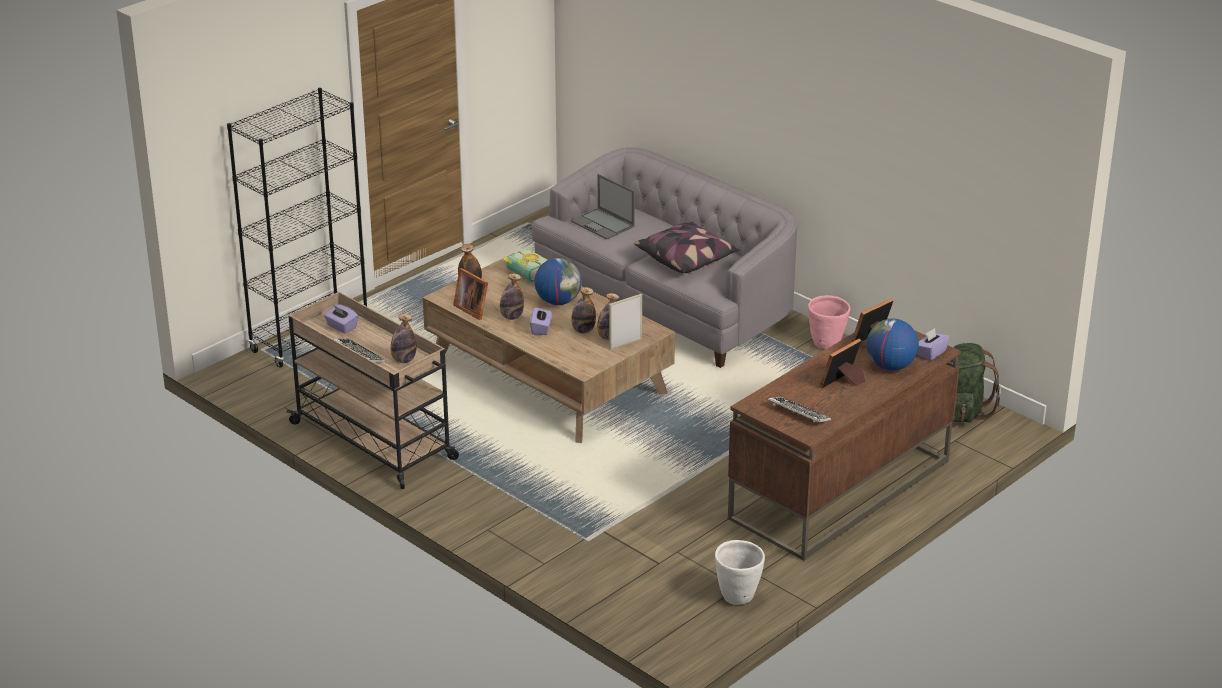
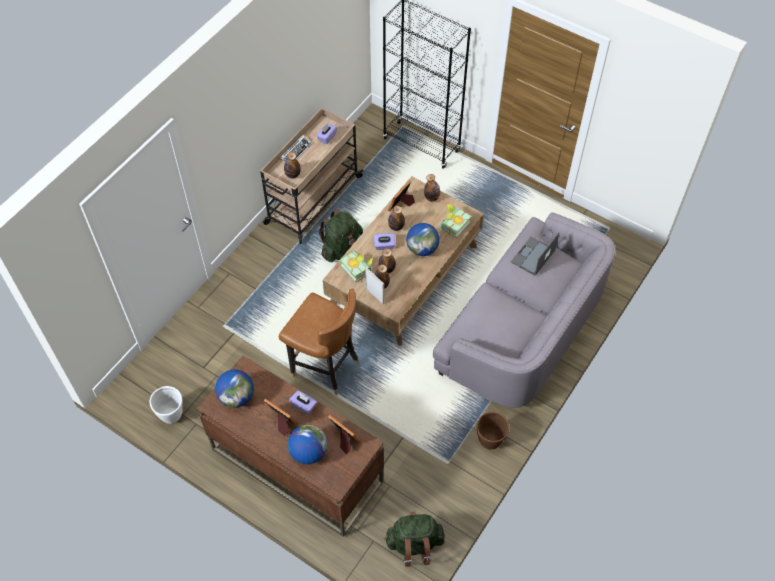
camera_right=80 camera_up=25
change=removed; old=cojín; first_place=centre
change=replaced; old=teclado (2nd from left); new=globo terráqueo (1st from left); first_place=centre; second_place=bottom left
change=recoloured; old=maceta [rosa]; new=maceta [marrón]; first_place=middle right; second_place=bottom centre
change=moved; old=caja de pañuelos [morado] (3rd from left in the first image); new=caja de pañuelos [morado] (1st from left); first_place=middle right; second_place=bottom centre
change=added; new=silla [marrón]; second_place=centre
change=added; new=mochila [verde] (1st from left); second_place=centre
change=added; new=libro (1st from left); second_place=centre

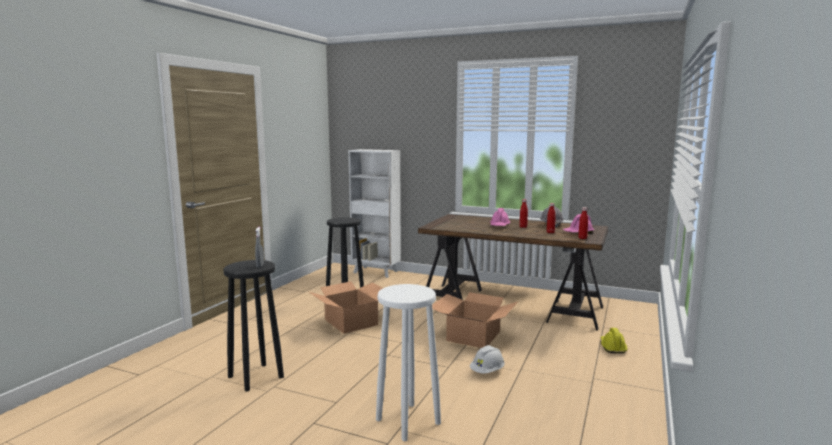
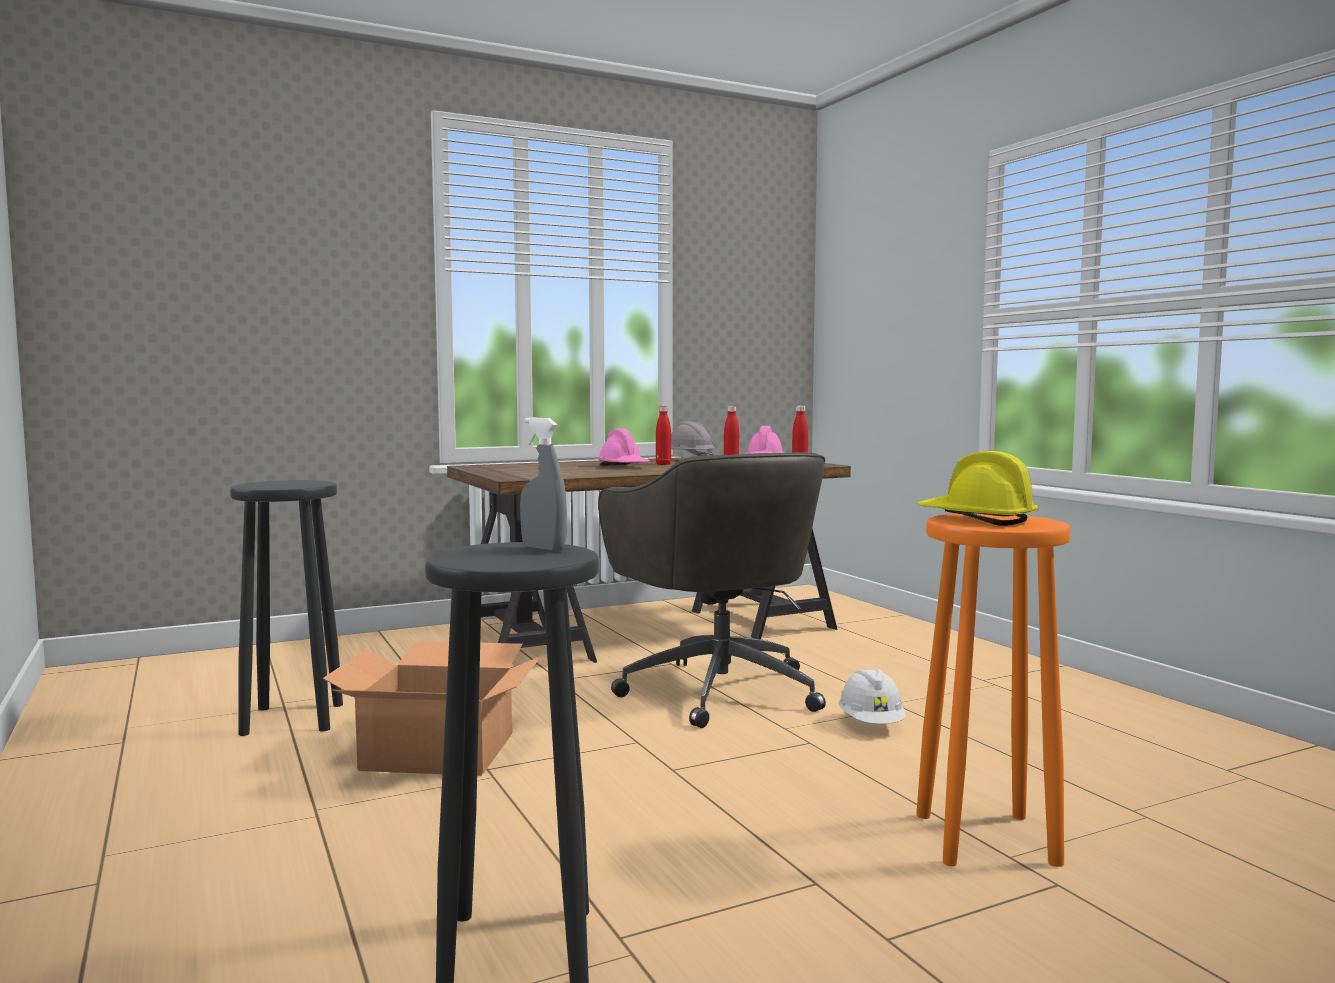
camera_right=-50 camera_up=-5
change=removed; old=estantería [blanco]; first_place=centre
change=recoloured; old=taburete [blanco]; new=taburete [naranja]; first_place=bottom centre; second_place=bottom right
change=replaced; old=caja de cartón (2nd from left); new=silla de oficina [gris]; first_place=bottom centre; second_place=centre
change=moved; old=casco [amarillo]; first_place=bottom right; second_place=middle right

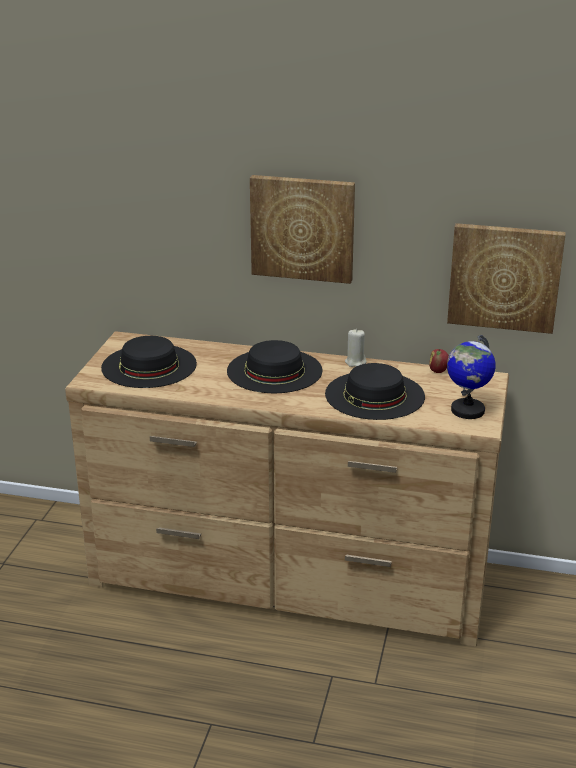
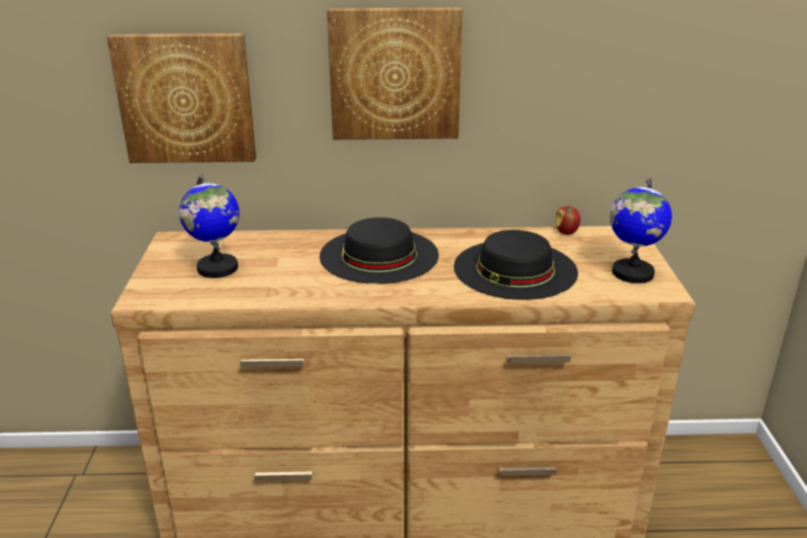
camera_right=-15 camera_up=0
change=replaced; old=sombrero [negro] (1st from left); new=globo terráqueo (1st from left); first_place=middle left; second_place=middle left
change=removed; old=vela [beis]; first_place=centre
change=moved; old=cuadro (2nd from left in the first image); new=cuadro (1st from left); first_place=middle right; second_place=top left

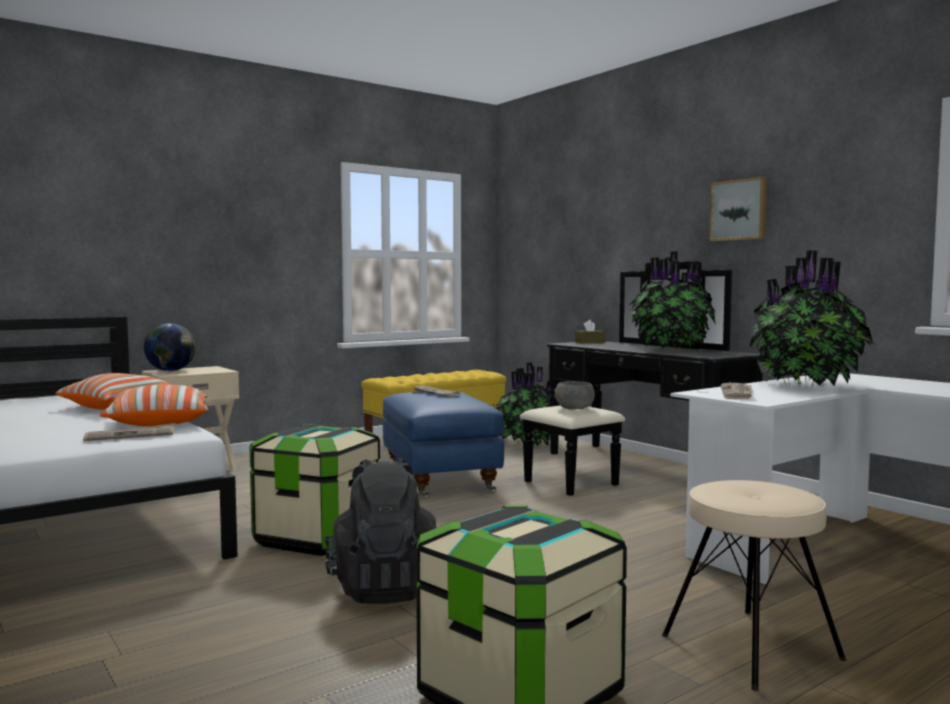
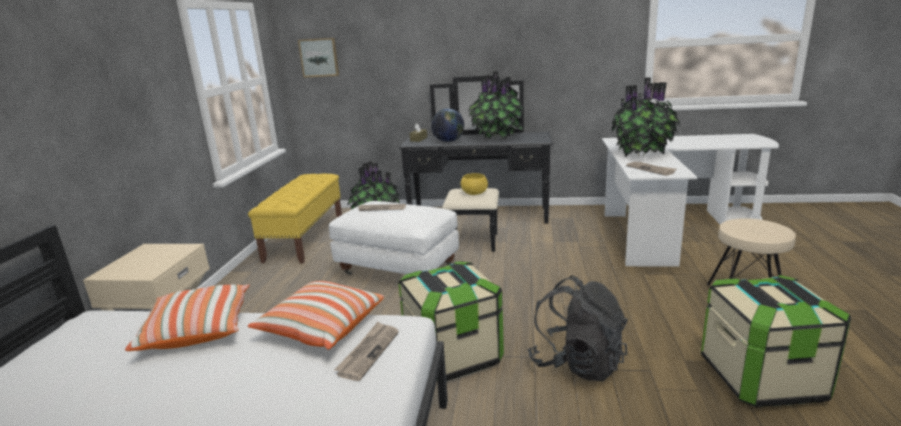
camera_right=-45 camera_up=15
change=moved; old=globo terráqueo; first_place=middle left; second_place=top centre
change=recoloured; old=puf [azul]; new=puf [blanco]; first_place=centre; second_place=centre
change=recoloured; old=cuenco [gris]; new=cuenco [amarillo]; first_place=centre; second_place=centre
change=moved; old=cuadro; first_place=top right; second_place=top centre

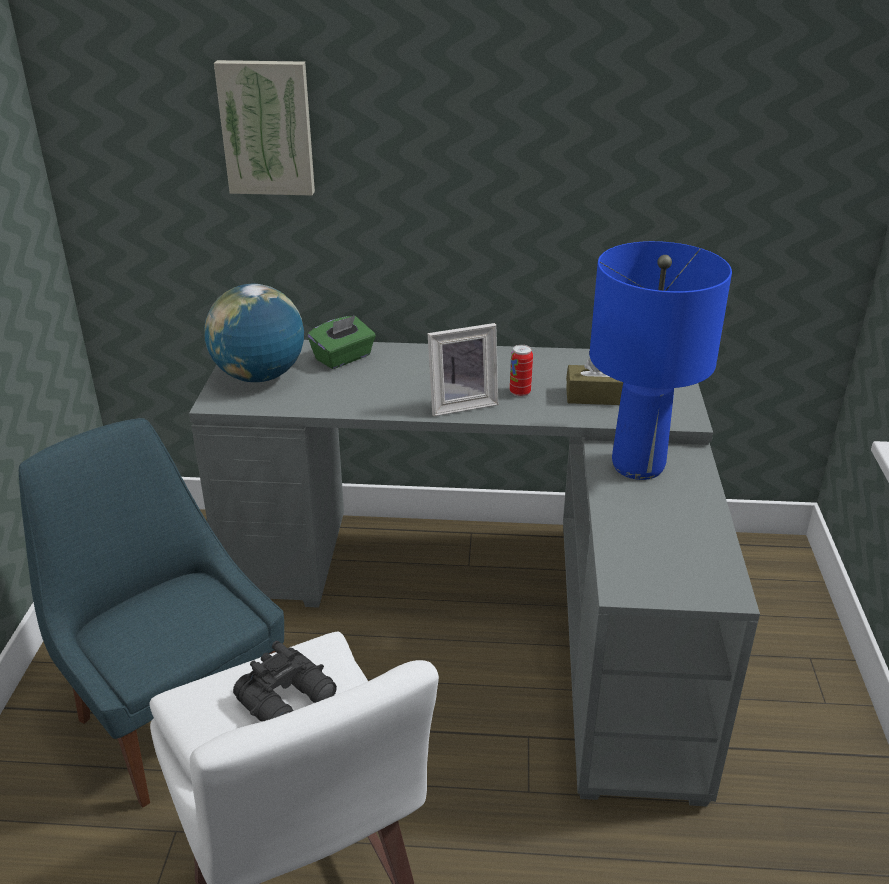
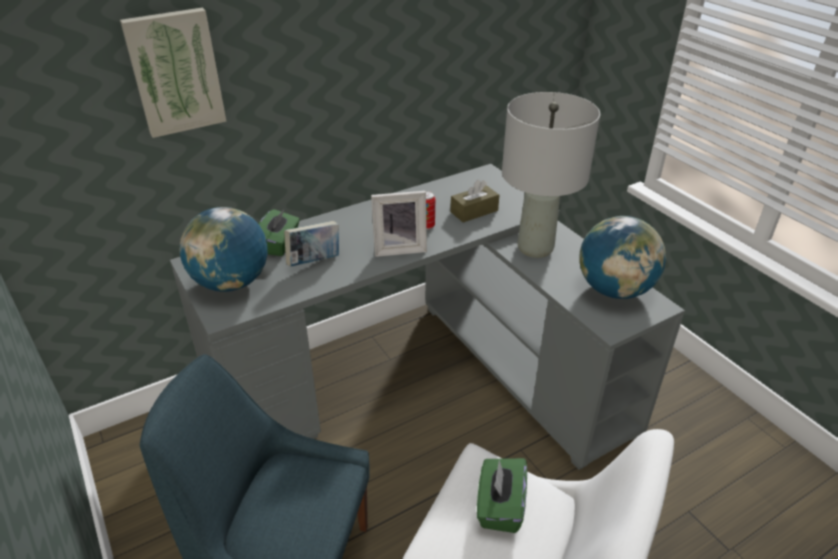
camera_right=-35 camera_up=5
change=replaced; old=prismáticos [negro]; new=caja de pañuelos [verde] (2nd from left); first_place=bottom left; second_place=bottom centre
change=turned; old=portarretratos; first_place=centre; second_place=centre; degrees=45
change=recoloured; old=lámpara de mesa [azul]; new=lámpara de mesa [gris]; first_place=middle right; second_place=top centre
change=added; new=libro; second_place=centre
change=added; new=globo terráqueo (2nd from left); second_place=middle right

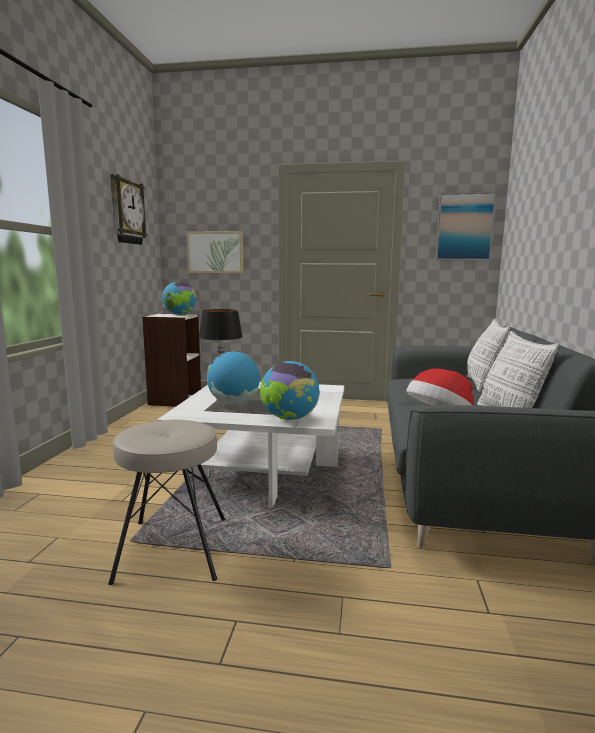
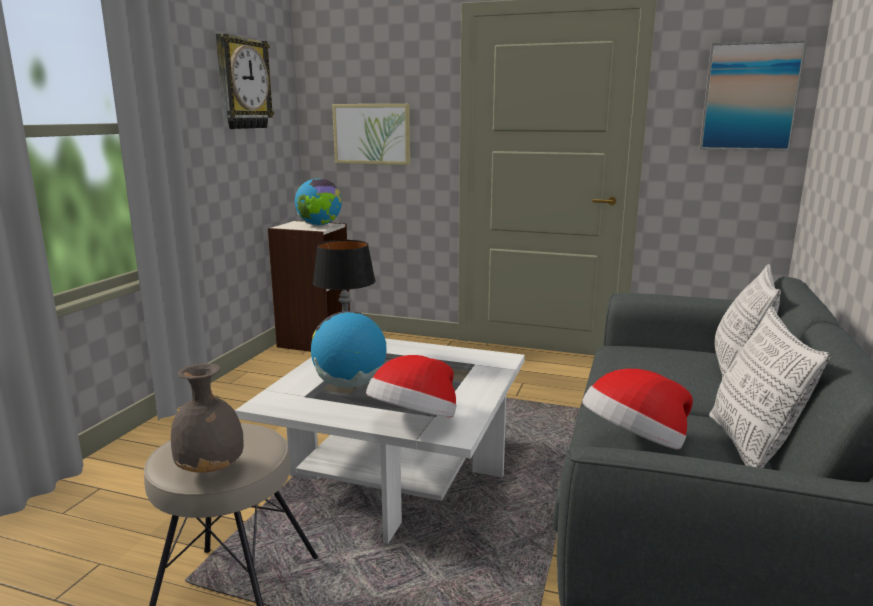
camera_right=10 camera_up=5
change=replaced; old=globo terráqueo (3rd from left); new=sombrero (1st from left); first_place=centre; second_place=centre
change=added; new=florero [gris]; second_place=bottom left

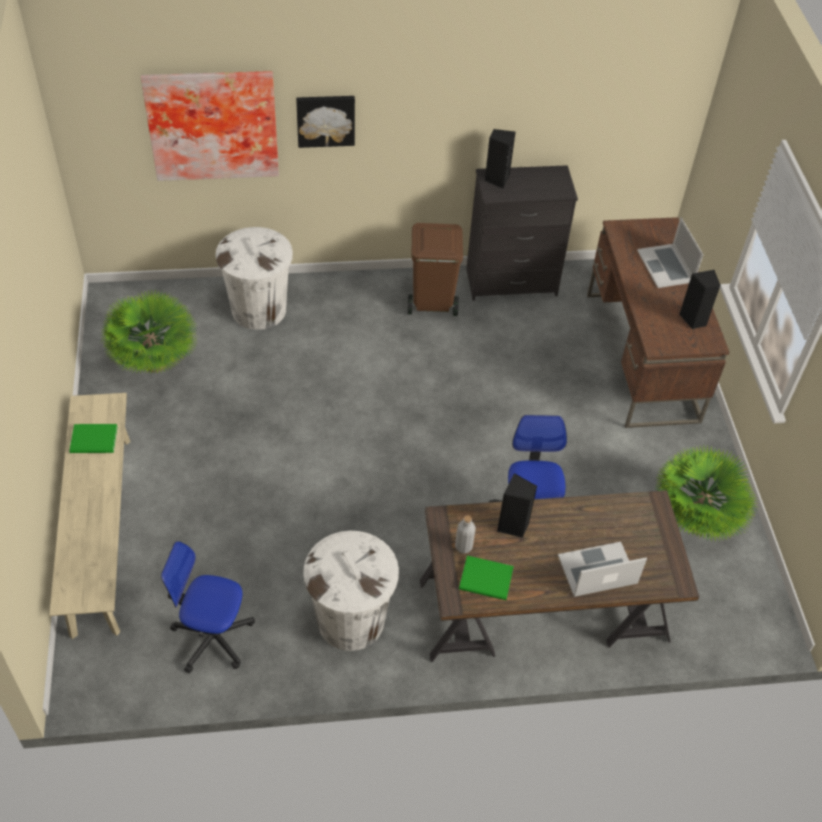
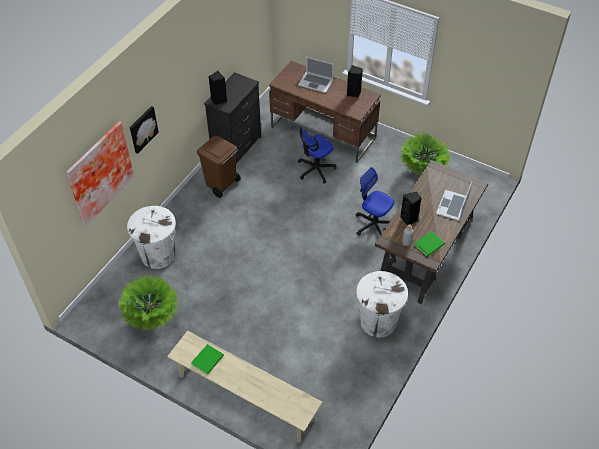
camera_right=-50 camera_up=0
change=moved; old=silla de oficina (1st from left); first_place=bottom left; second_place=centre

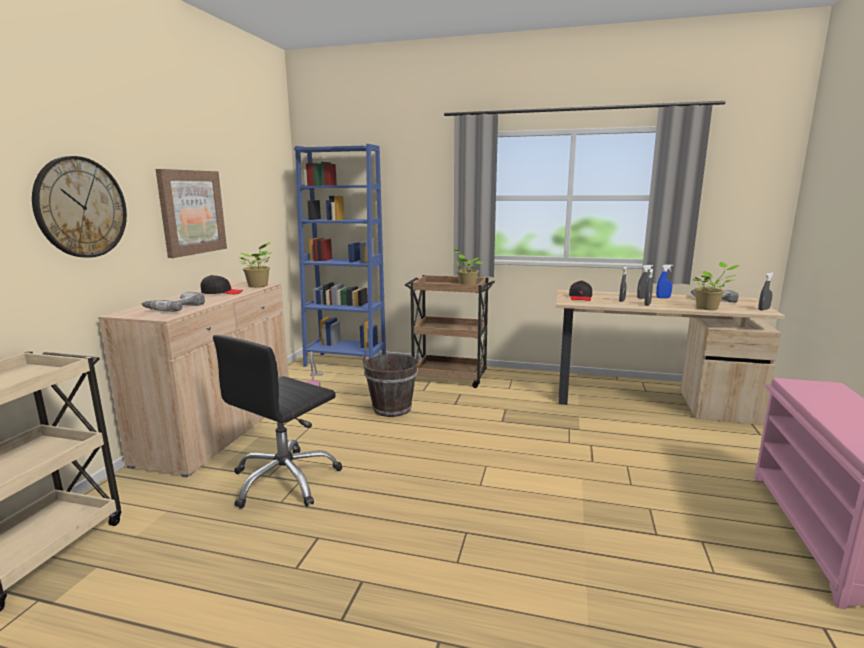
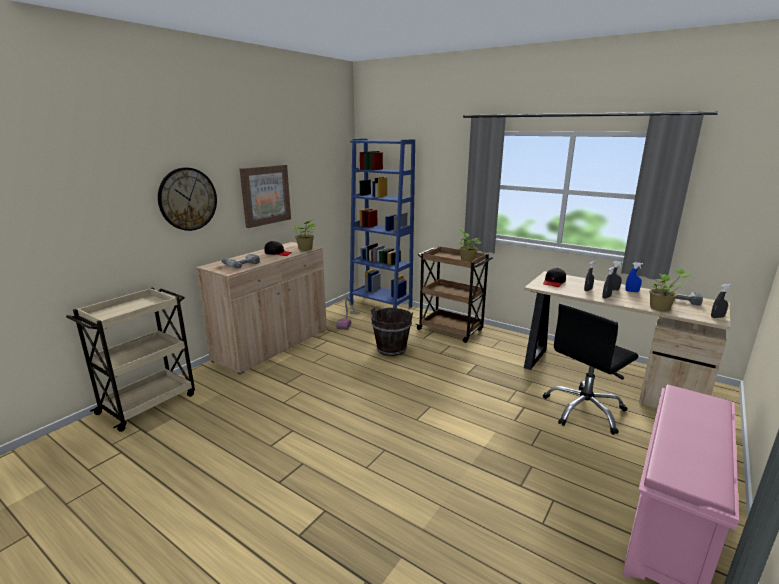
camera_right=20 camera_up=5
change=moved; old=silla de oficina [negro]; first_place=middle left; second_place=middle right

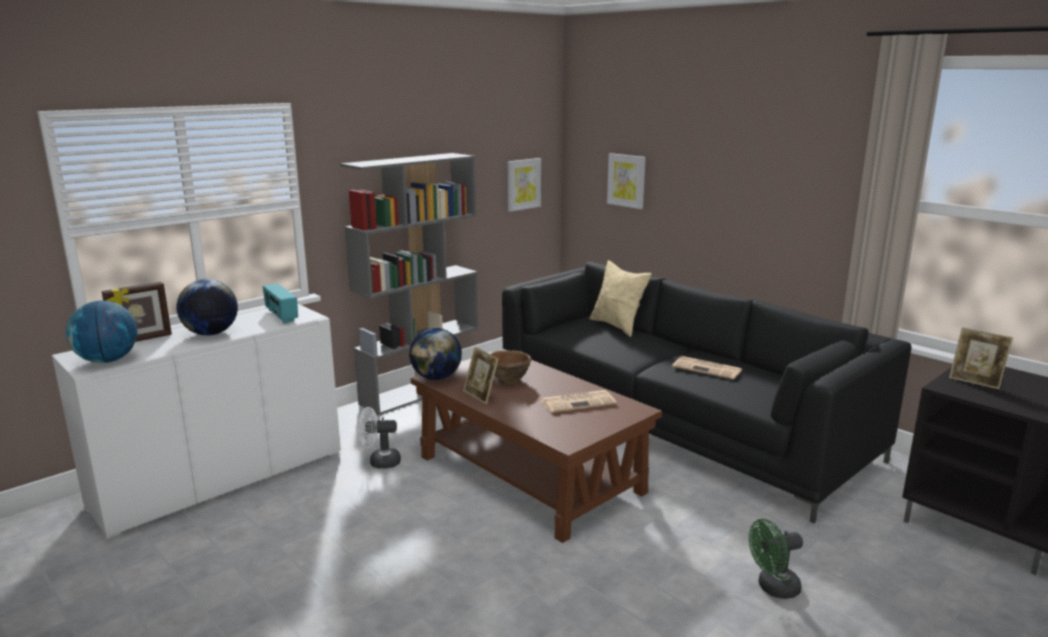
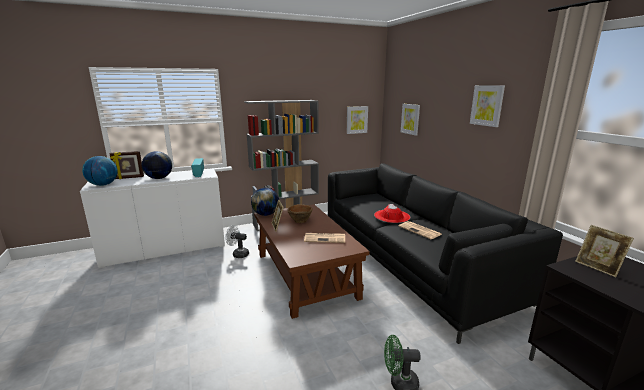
camera_right=20 camera_up=0
change=removed; old=cojín [beis]; first_place=centre
change=added; new=sombrero [rojo]; second_place=centre
change=added; new=cuadro (3rd from left); second_place=top right

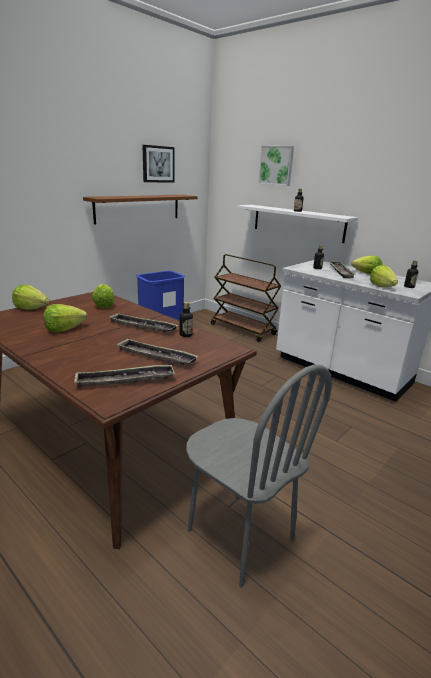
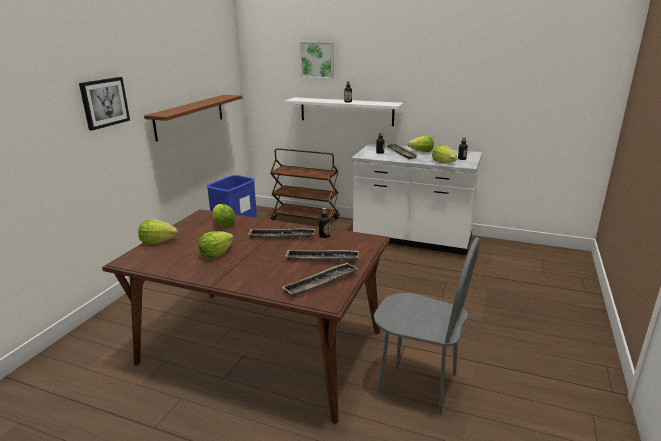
camera_right=-20 camera_up=0
change=moved; old=cuadro (1st from left); first_place=top centre; second_place=top left

